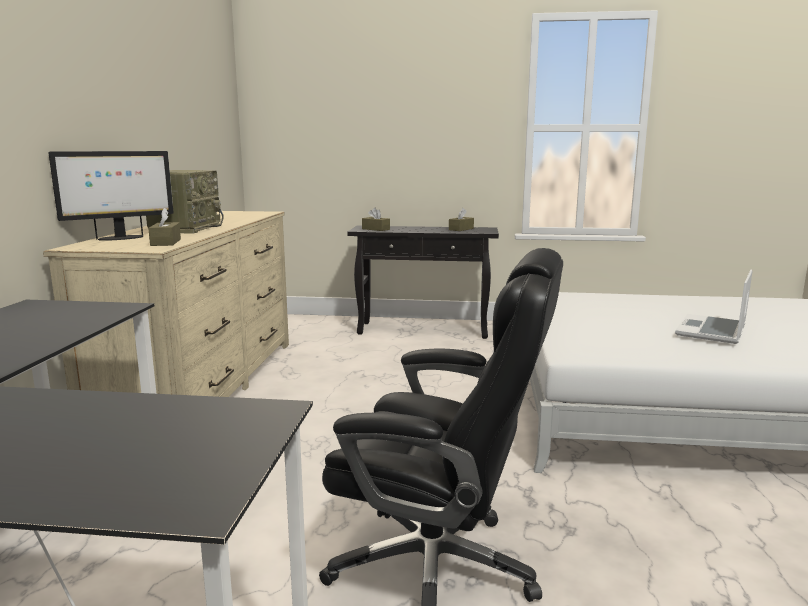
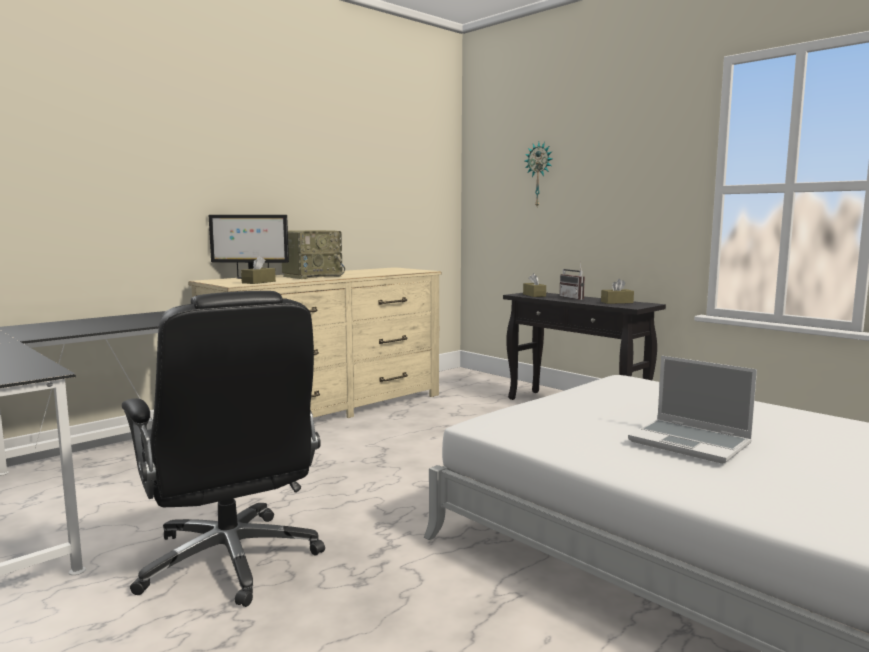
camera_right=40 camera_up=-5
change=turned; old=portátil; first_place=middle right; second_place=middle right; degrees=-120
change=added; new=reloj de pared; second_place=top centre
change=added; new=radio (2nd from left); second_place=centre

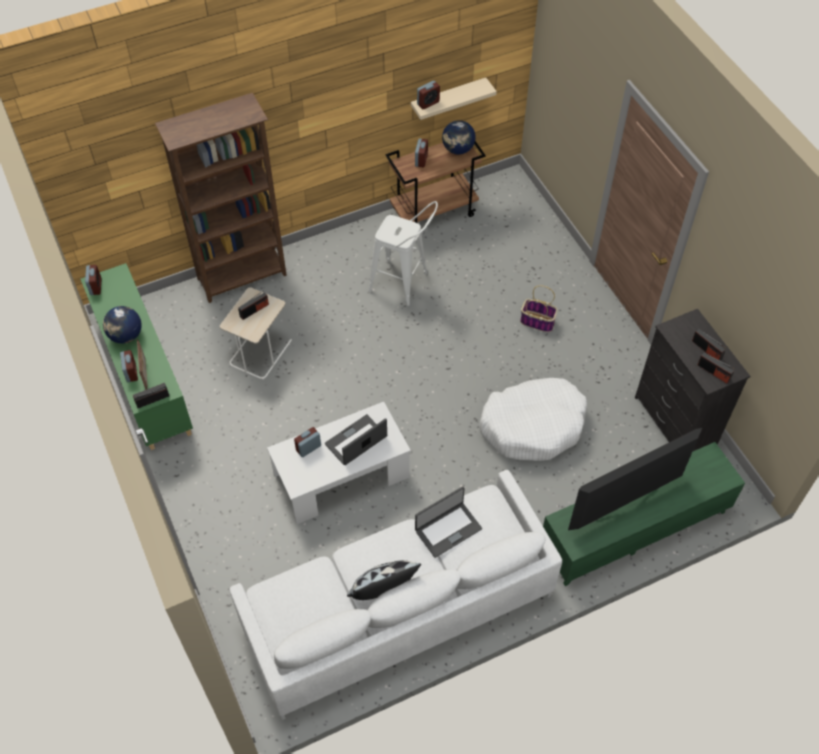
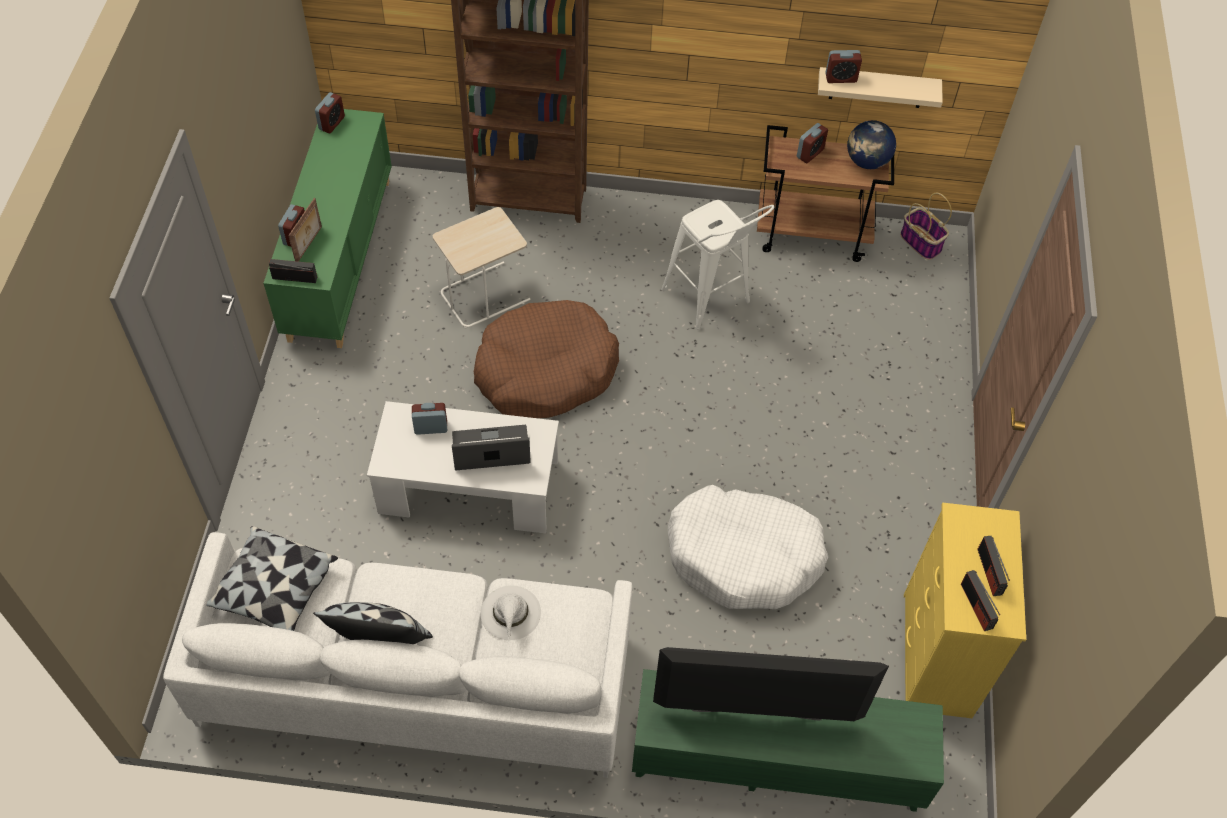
camera_right=30 camera_up=0
change=removed; old=globo terráqueo (1st from left); first_place=middle left
change=removed; old=radio (2nd from left); first_place=middle left
change=replaced; old=portátil (2nd from left); new=sombrero [blanco]; first_place=bottom centre; second_place=bottom centre
change=moved; old=cesta; first_place=centre; second_place=top right
change=recoloured; old=cómoda [negro]; new=cómoda [amarillo]; first_place=middle right; second_place=bottom right
change=added; new=cojín (1st from left); second_place=bottom left
change=added; new=cama para perro [marrón]; second_place=centre

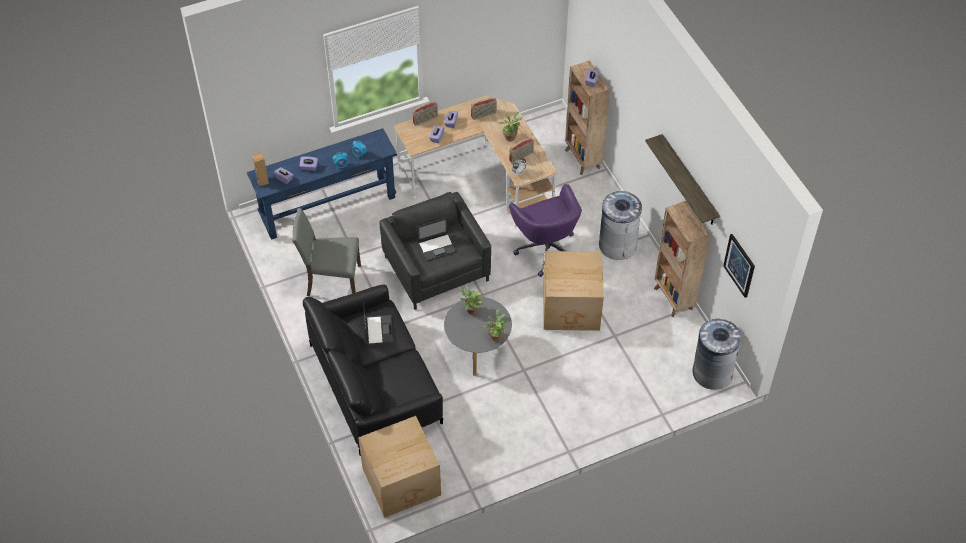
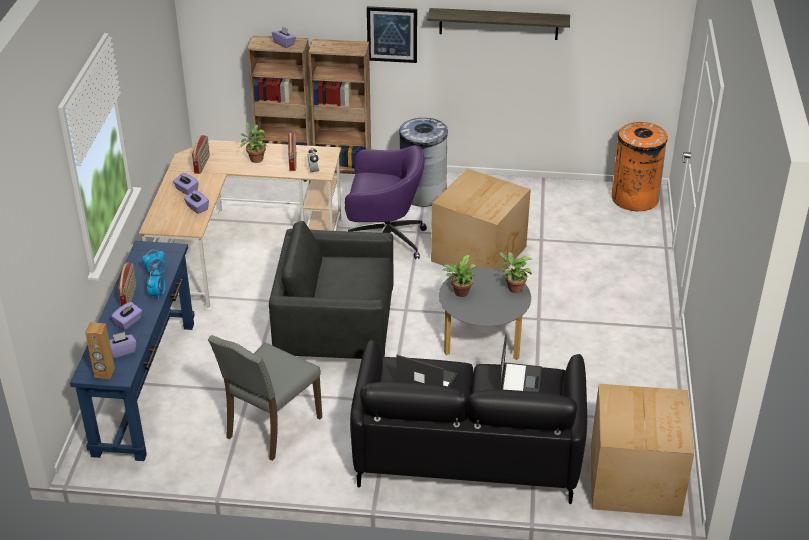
camera_right=-60 camera_up=-15
change=moved; old=radio (1st from left); first_place=top centre; second_place=middle left
change=moved; old=portátil (2nd from left); first_place=centre; second_place=bottom centre
change=moved; old=estantería [marrón] (2nd from left); first_place=middle right; second_place=top centre
change=recoloured; old=papelera [gris] (2nd from left); new=papelera [naranja]; first_place=middle right; second_place=top right
change=moved; old=cuadro; first_place=middle right; second_place=top centre

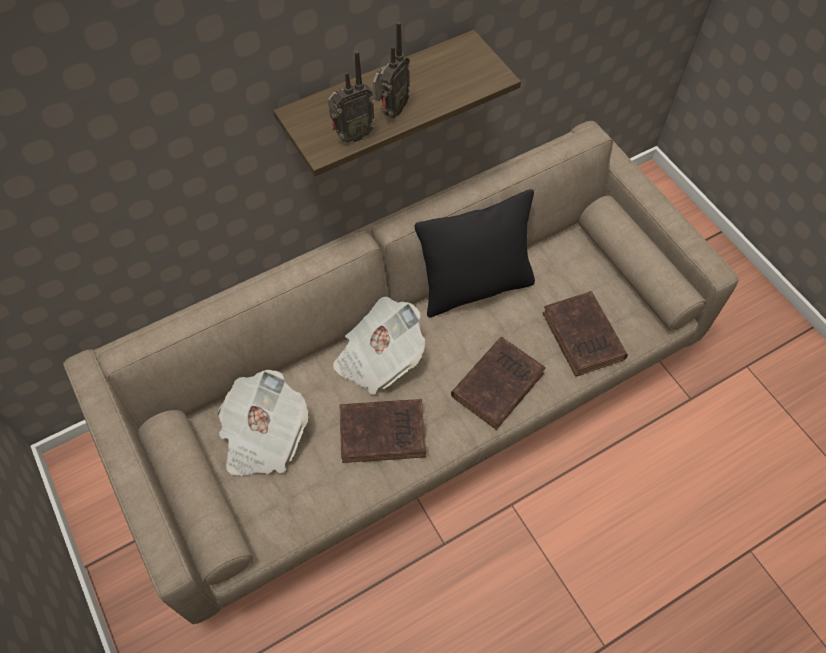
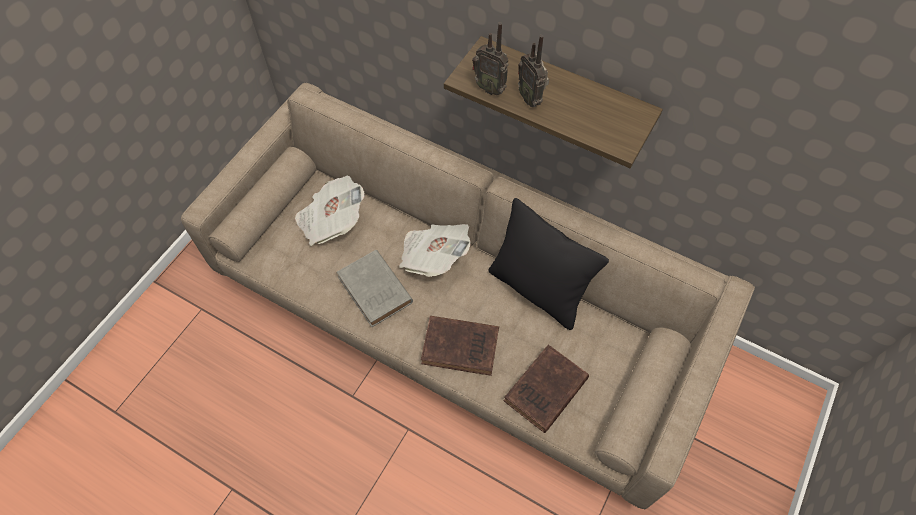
camera_right=60 camera_up=0
change=recoloured; old=libro [marrón] (1st from left); new=libro [gris]; first_place=centre; second_place=centre
change=turned; old=radio (2nd from left); first_place=top centre; second_place=top centre; degrees=60

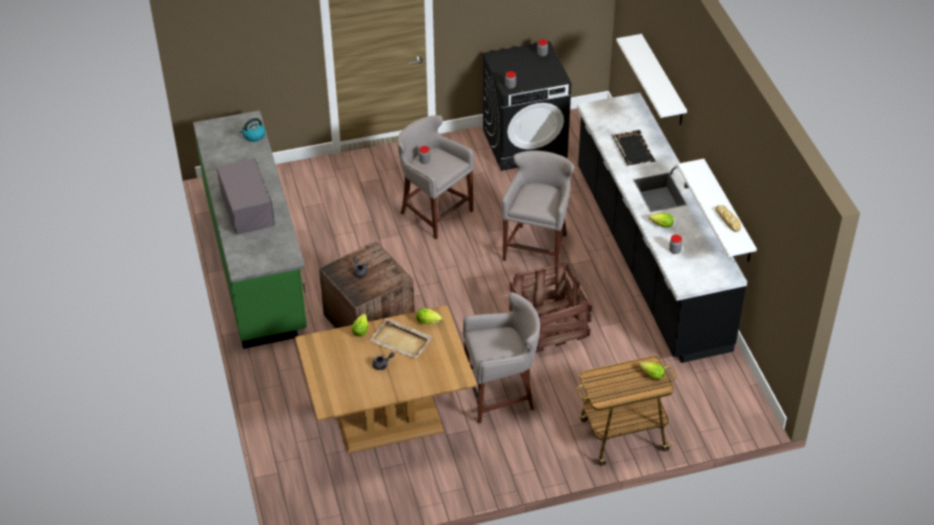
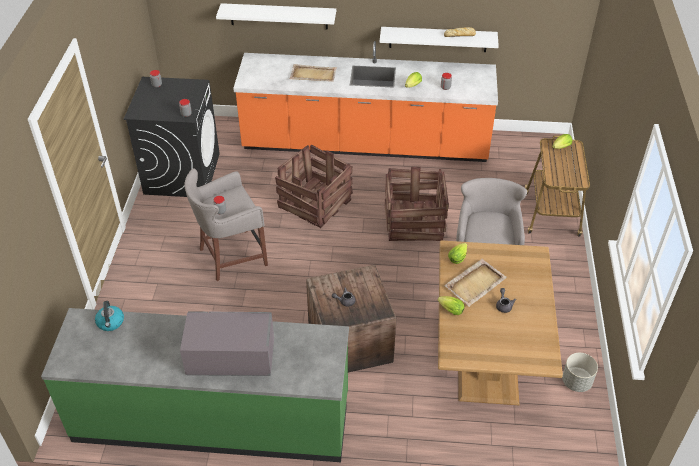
camera_right=-70 camera_up=0
change=replaced; old=taburete [gris] (3rd from left); new=caja de embalaje (1st from left); first_place=centre; second_place=centre
change=recoloured; old=mueble bajo de cocina [negro]; new=mueble bajo de cocina [naranja]; first_place=middle right; second_place=top centre
change=recoloured; old=bandeja [negro]; new=bandeja [beis] (1st from left); first_place=top right; second_place=top centre
change=added; new=maceta [gris]; second_place=bottom right

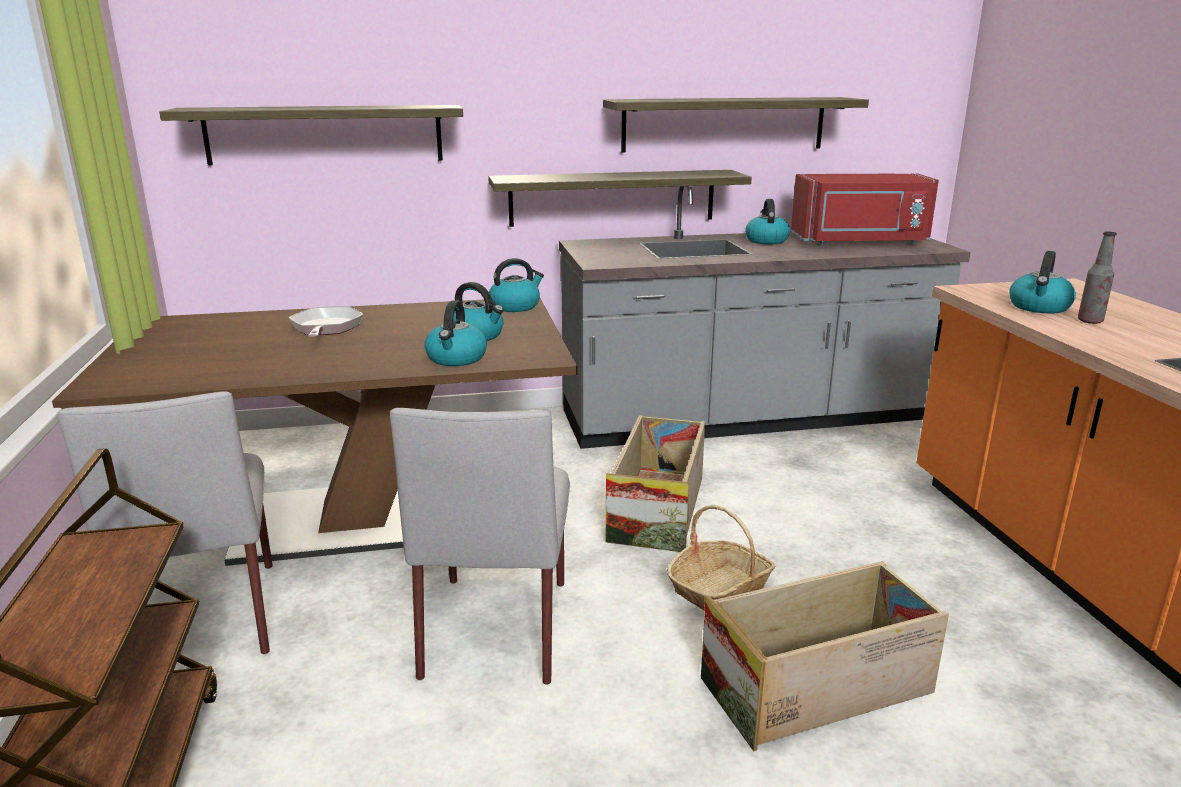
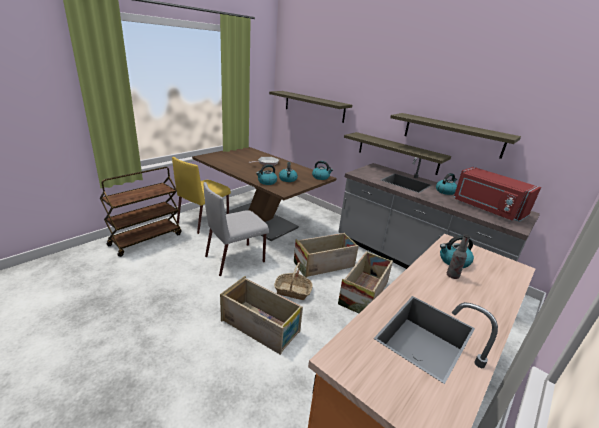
camera_right=50 camera_up=5
change=recoloured; old=silla [gris] (1st from left); new=silla [amarillo]; first_place=middle left; second_place=centre
change=added; new=caja de embalaje (3rd from left); second_place=centre

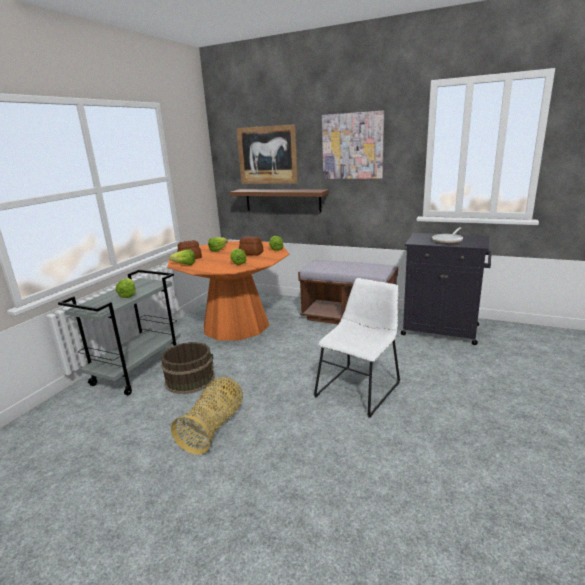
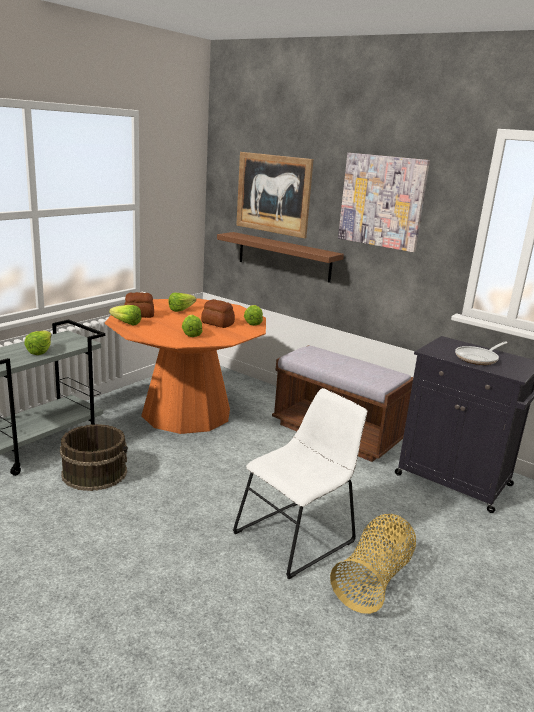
camera_right=10 camera_up=0
change=moved; old=cesta; first_place=bottom centre; second_place=bottom right

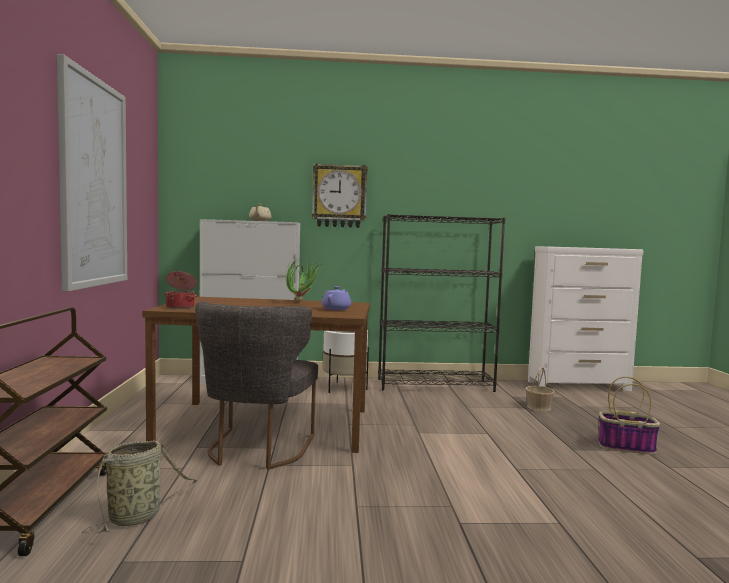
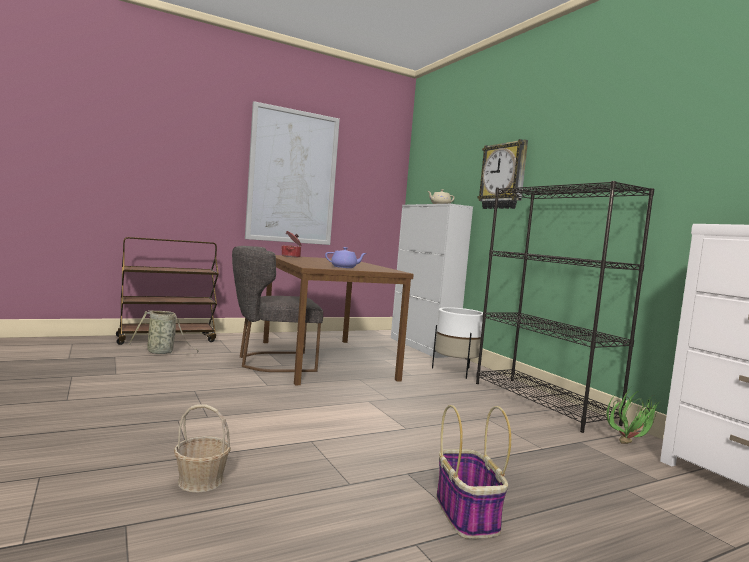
camera_right=65 camera_up=0
change=moved; old=planta en maceta; first_place=centre; second_place=bottom right
change=moved; old=cesta (2nd from left); first_place=bottom right; second_place=bottom left

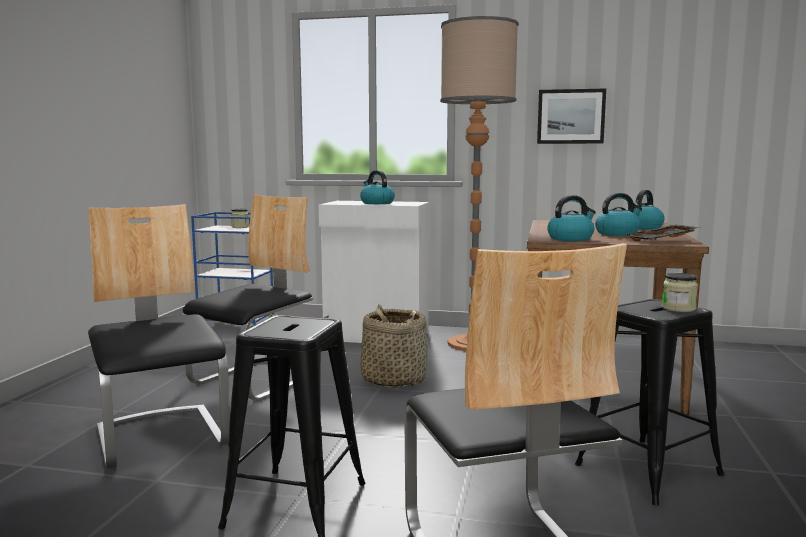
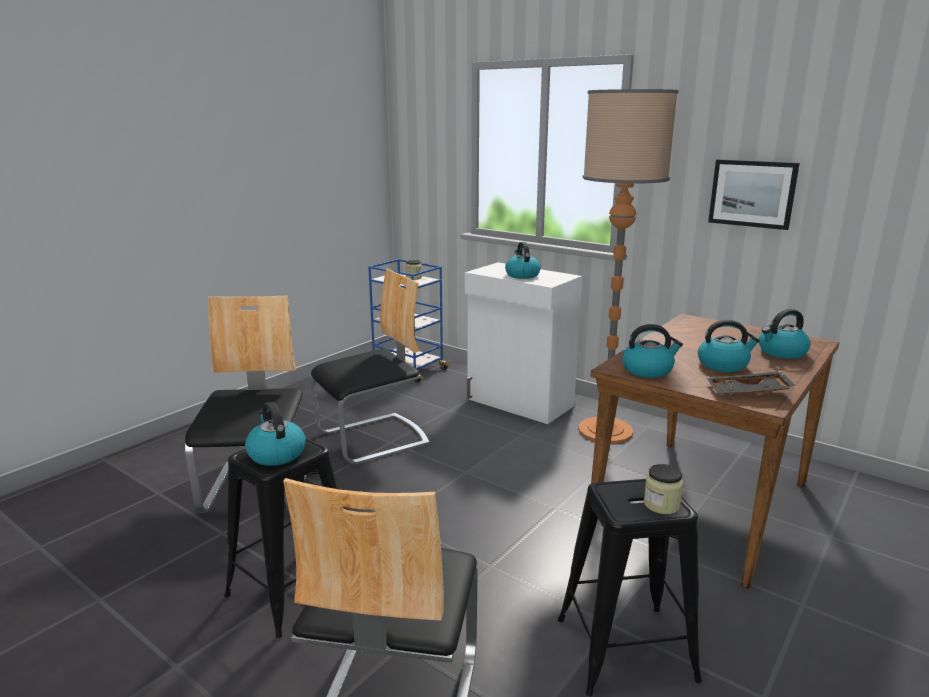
camera_right=25 camera_up=10
change=removed; old=cesta; first_place=centre
change=added; new=hervidor (1st from left); second_place=middle left

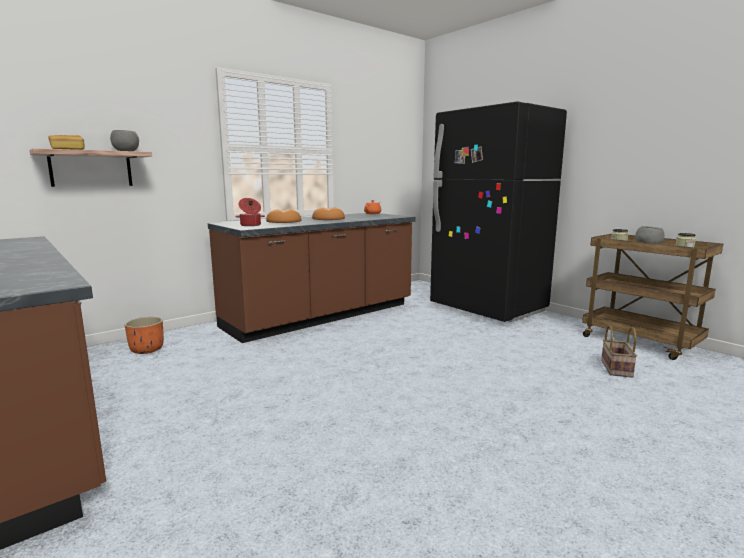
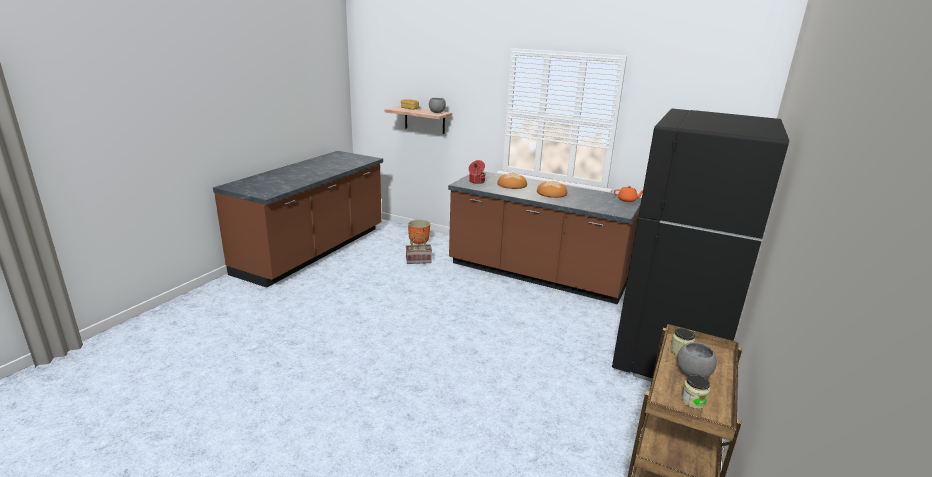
camera_right=65 camera_up=10
change=moved; old=cesta; first_place=middle right; second_place=centre

